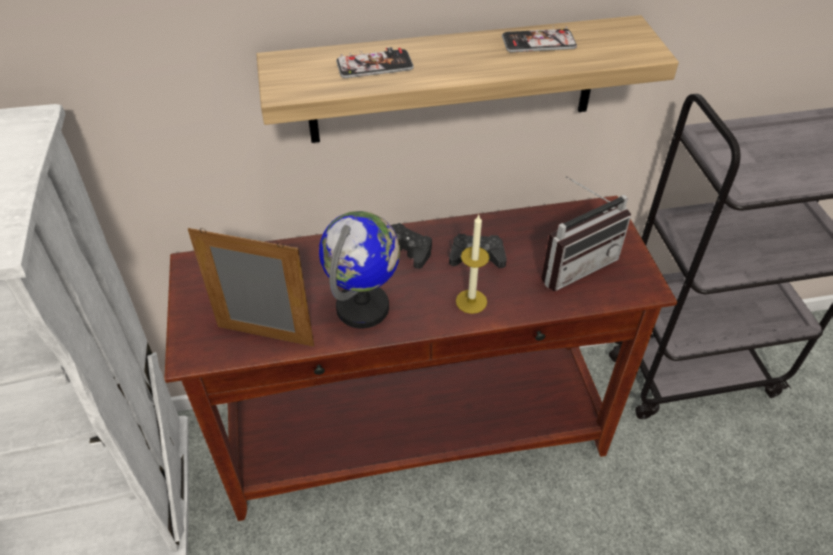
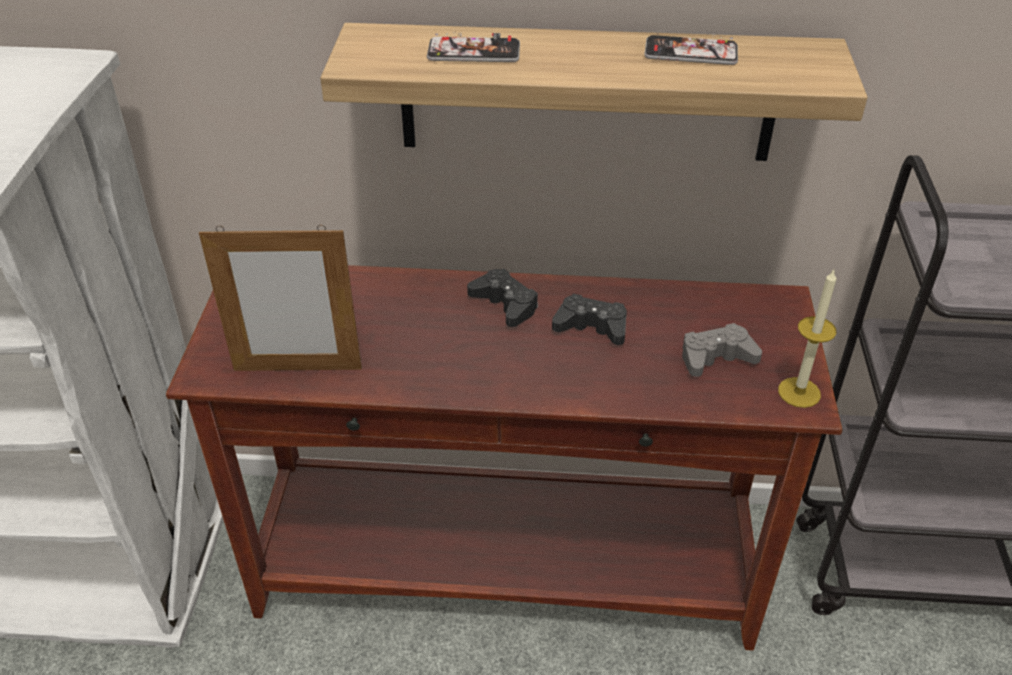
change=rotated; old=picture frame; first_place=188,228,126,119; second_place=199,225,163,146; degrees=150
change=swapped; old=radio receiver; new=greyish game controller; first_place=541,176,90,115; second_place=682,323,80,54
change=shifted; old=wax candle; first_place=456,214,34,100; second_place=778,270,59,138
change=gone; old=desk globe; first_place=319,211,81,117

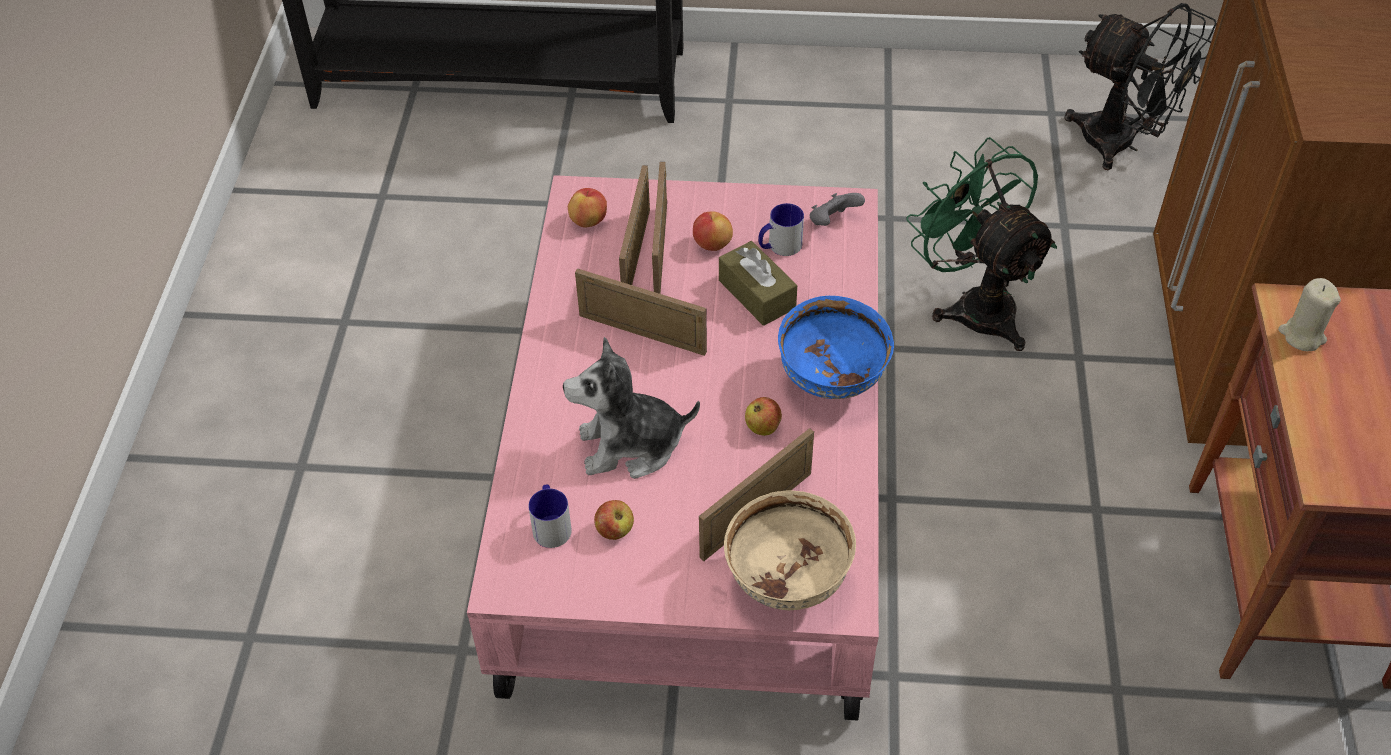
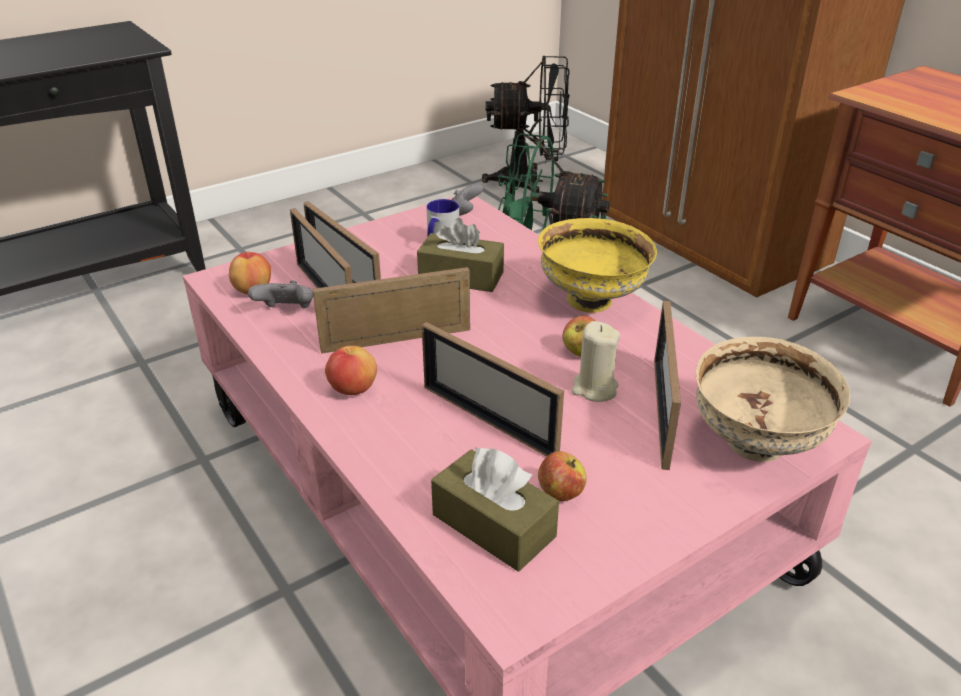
change=new; new=greyish game controller; second_place=248,280,65,28
change=shifted; old=apple fruit; first_place=693,211,40,40; second_place=325,346,52,49
change=swapped; old=soft toy; new=picture frame; first_place=563,337,137,142; second_place=422,322,142,134
change=swapped; old=mug; new=brownish box of tissues; first_place=528,485,44,63; second_place=431,447,128,125
change=repainted; old=blue bowl; new=yellowish bowl; first_place=778,296,116,103; second_place=538,218,119,95
change=shifted; old=beige-coloured wax candle; first_place=1278,278,63,73; second_place=571,321,49,81

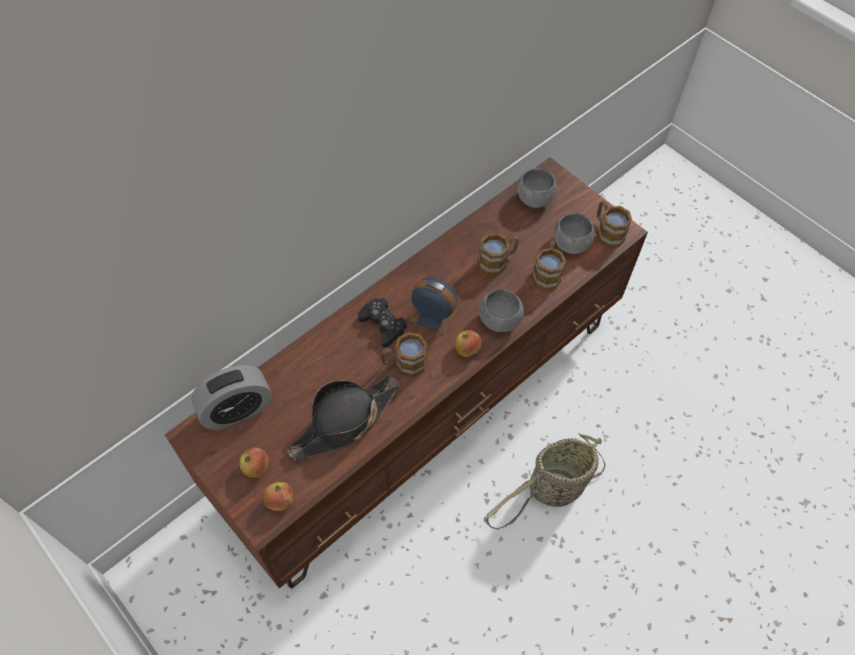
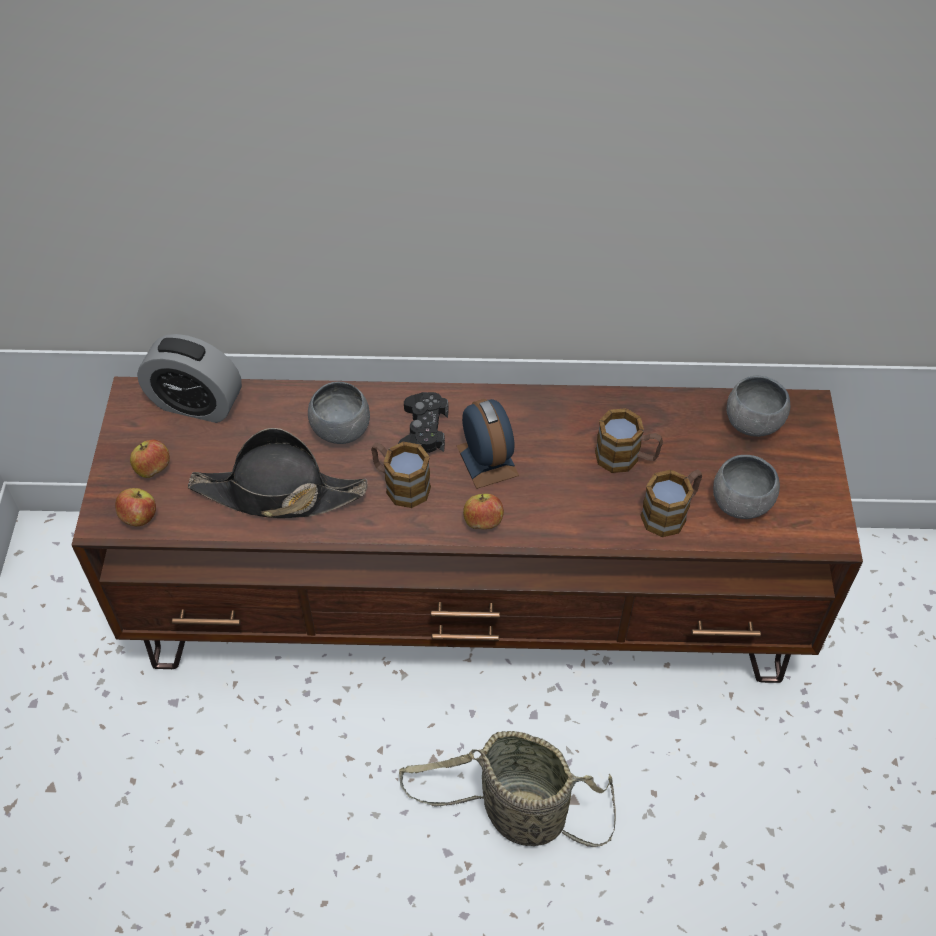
change=shifted; old=greyish bowl; first_place=479,289,45,43; second_place=308,382,62,62
change=gone; old=mug; first_place=597,201,35,47

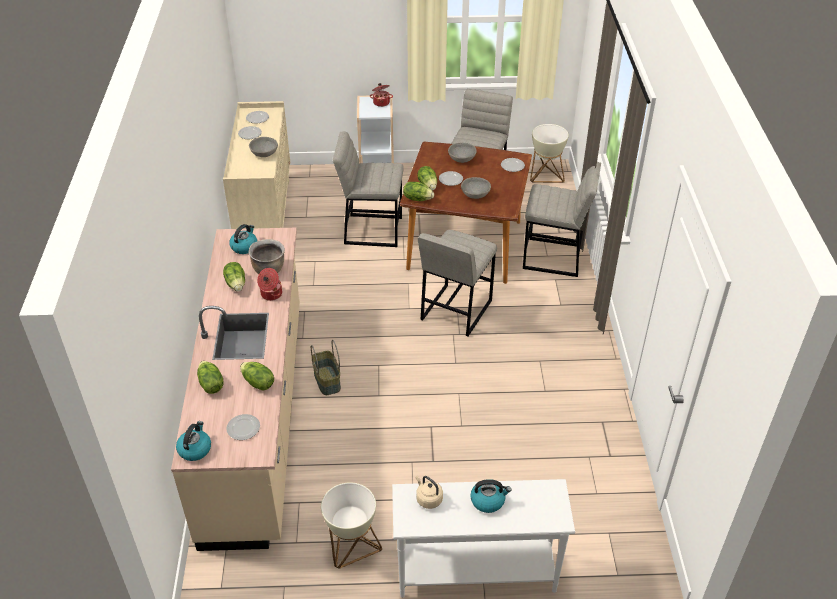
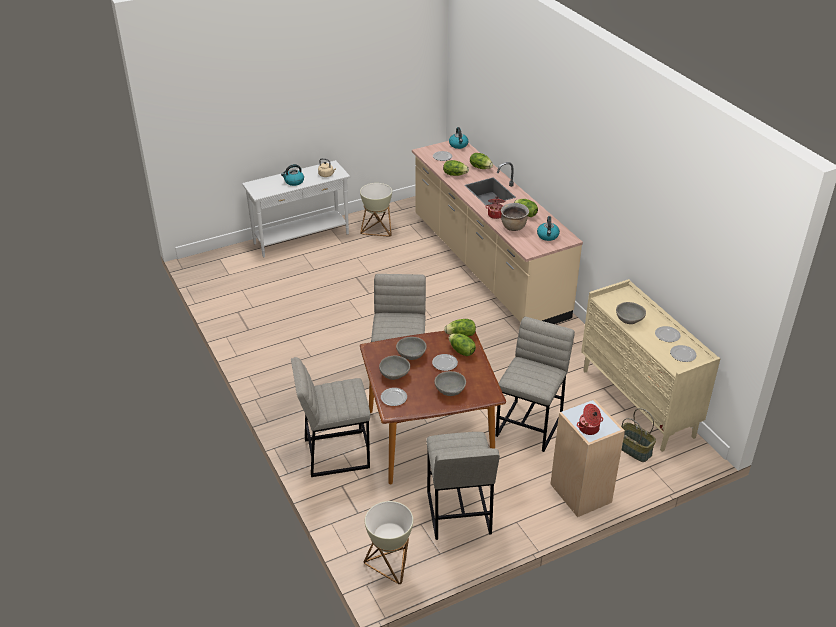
change=new; new=greyish bowl; second_place=379,356,31,24
change=rotated; old=greyish plain chair; first_place=333,131,71,116; second_place=496,317,79,135; degrees=-45
change=shifted; old=household basket; first_place=311,340,30,55; second_place=621,408,35,54

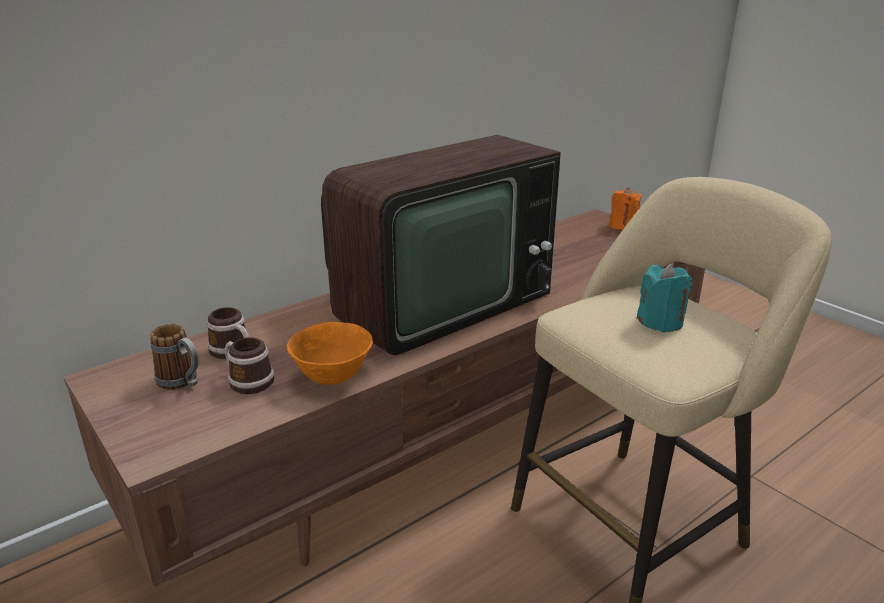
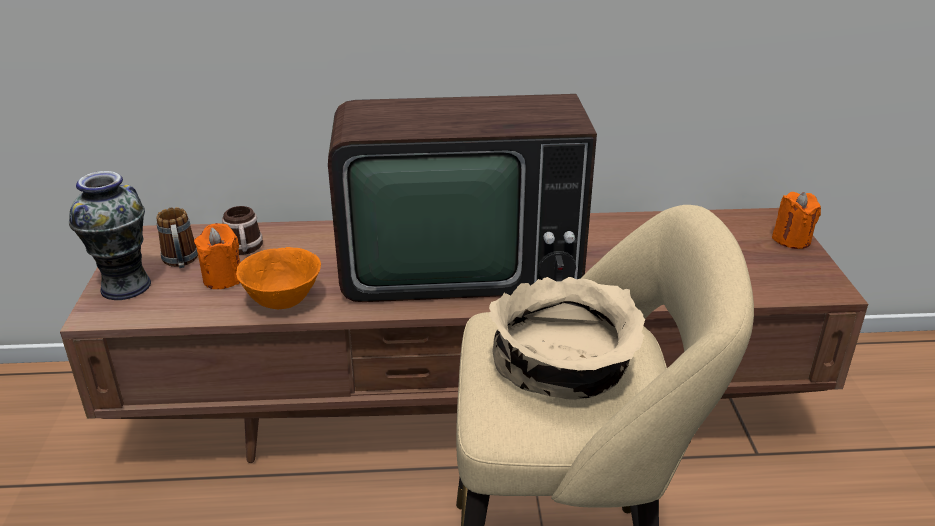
change=new; new=decorative vase; second_place=69,171,82,129
change=swapped; old=mug; new=orange-coloured wax candle; first_place=225,337,49,57; second_place=194,223,46,66
change=swapped; old=turquoise wax candle; new=beige-coloured bowl; first_place=637,263,56,69; second_place=489,277,156,123

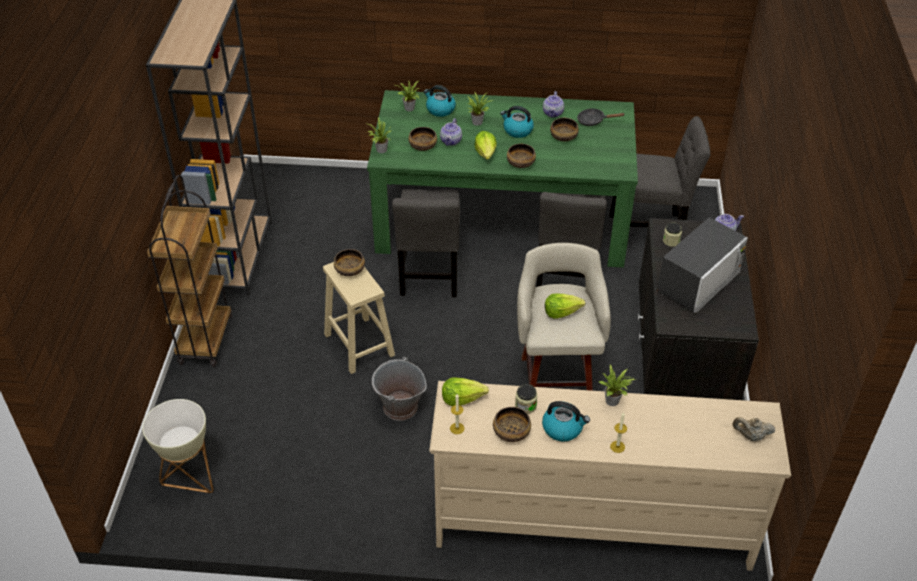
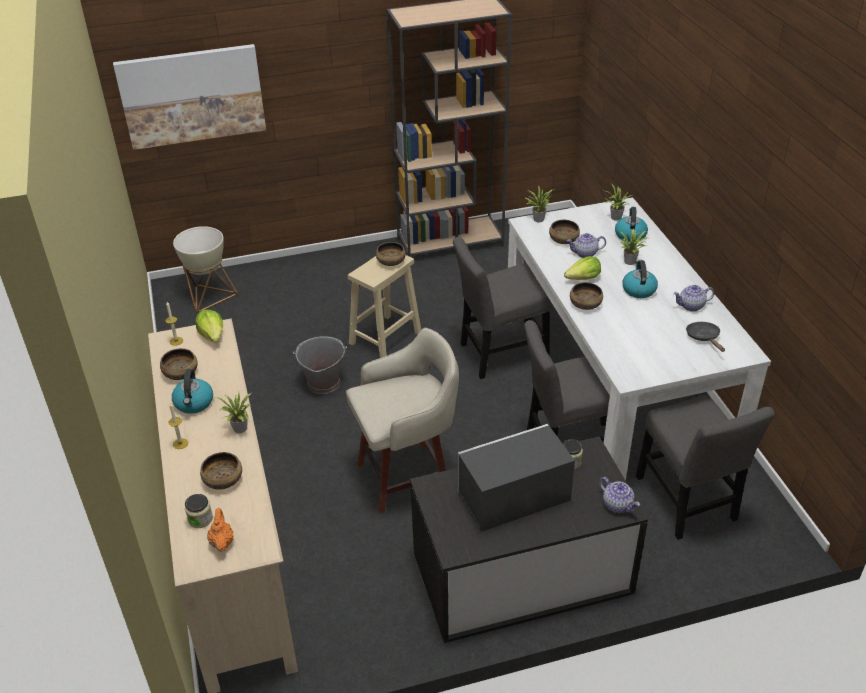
change=new; new=wall picture; second_place=113,44,153,106
change=shifted; old=jar; first_place=515,384,22,30; second_place=185,494,28,34
change=shifted; old=bowl; first_place=550,118,29,23; second_place=200,452,42,38
change=repainted; old=beige-coloured pot for tea; new=orange-coloured pot for tea; first_place=733,417,42,24; second_place=207,508,27,44
change=rotated; old=kitchen microwave; first_place=657,217,91,96; second_place=458,424,117,108; degrees=135
change=repainted; old=greenish dinner table; new=white dinner table; first_place=367,90,271,178; second_place=508,197,263,283
change=gone; old=brownish trolley; first_place=147,175,86,192
change=gone; old=lettuce; first_place=545,294,40,25

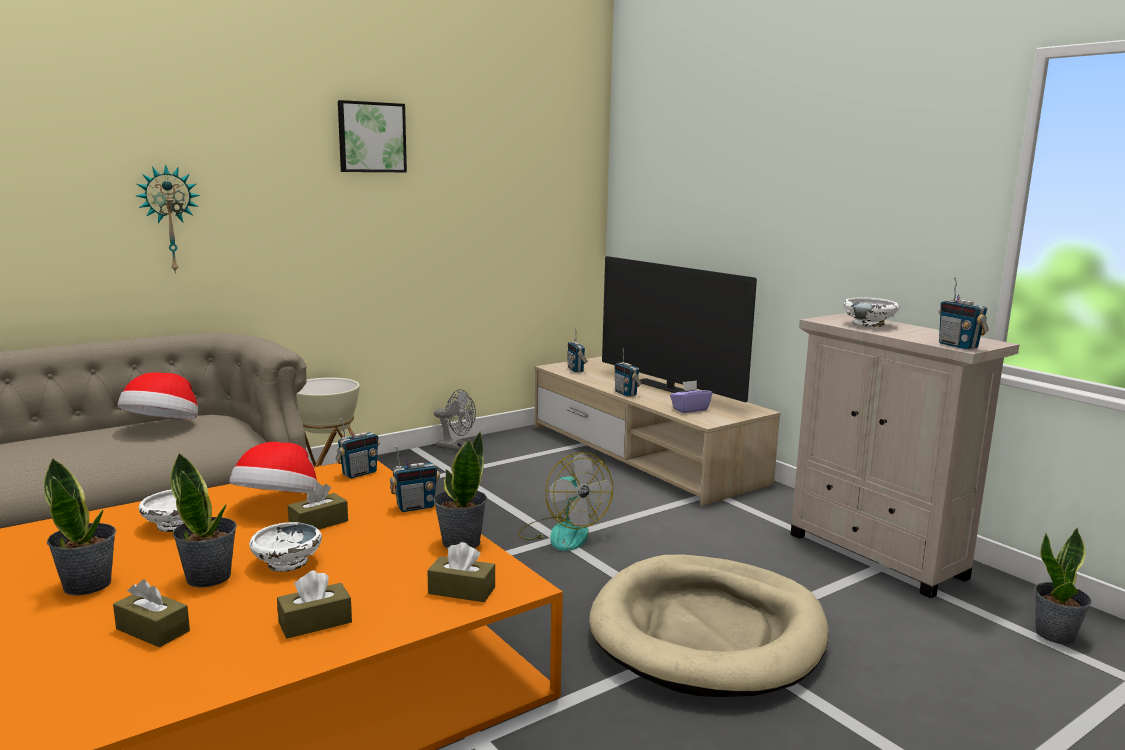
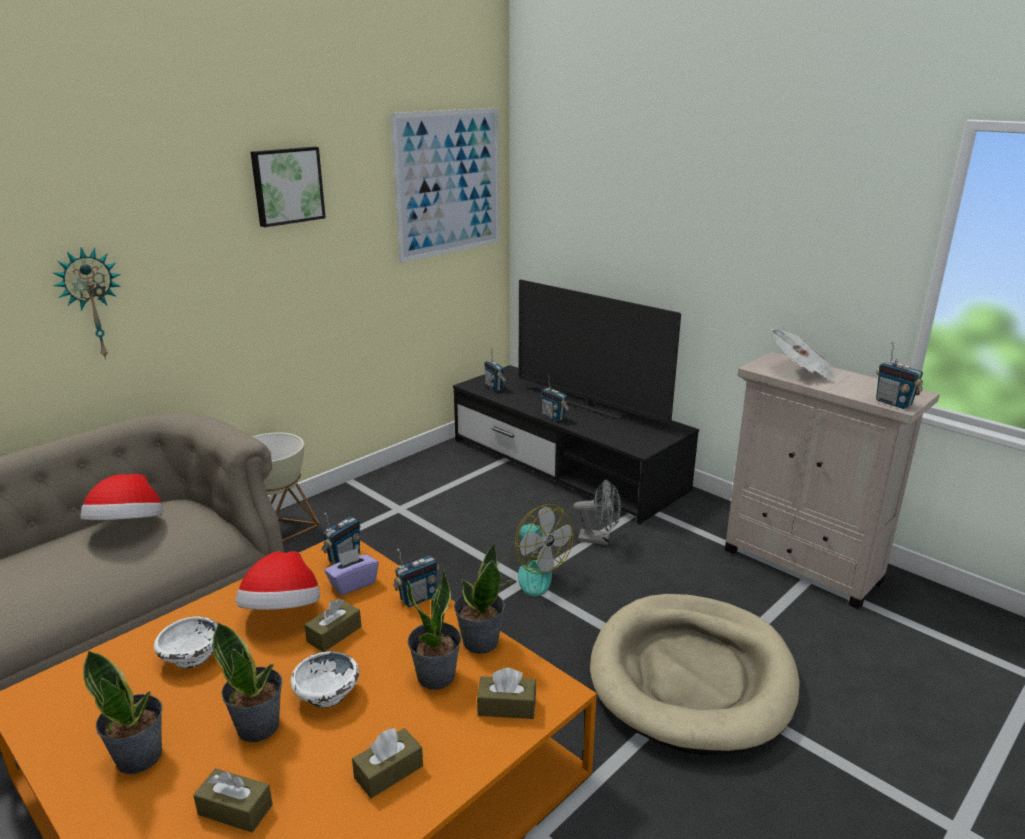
change=shifted; old=purple box of tissues; first_place=670,380,42,33; second_place=324,548,55,47
change=new; new=wall picture; second_place=390,108,110,155
change=shifted; old=potted plant; first_place=1034,527,58,117; second_place=407,569,54,121
change=repainted; old=beige-coloured tv unit; new=blackish tv unit; first_place=534,356,246,150; second_place=453,365,246,159
change=shifted; old=greyish electric fan; first_place=434,389,42,61; second_place=573,479,48,66
change=swapped; old=white bowl; new=newspaper; first_place=843,298,56,29; second_place=771,328,66,53

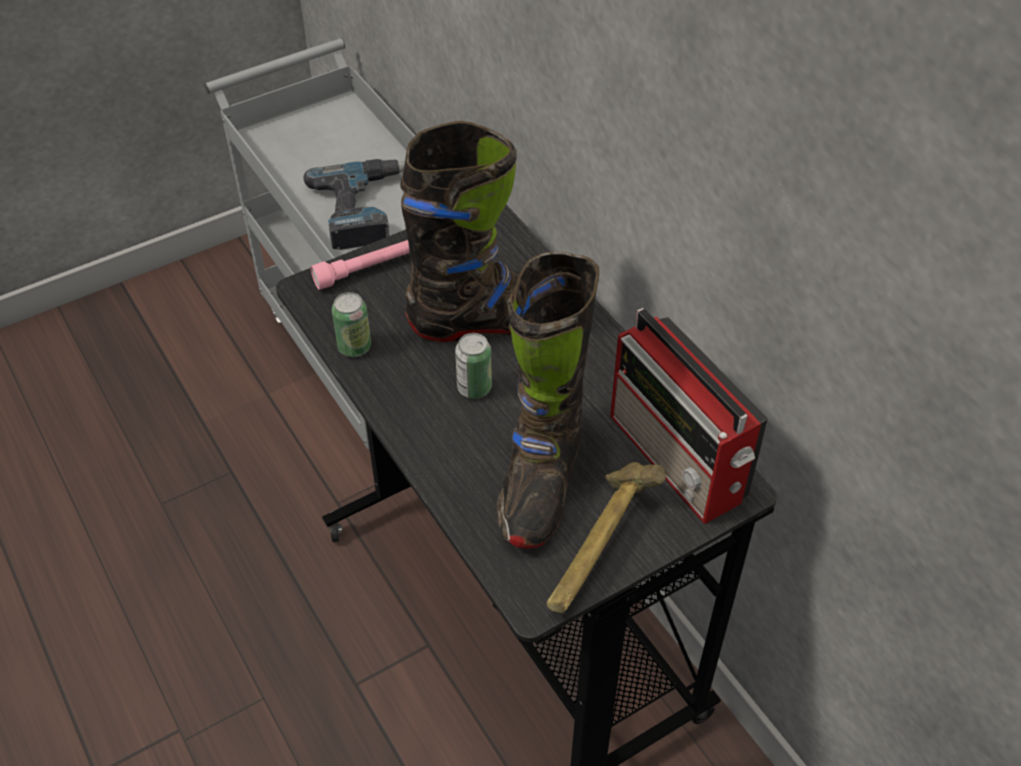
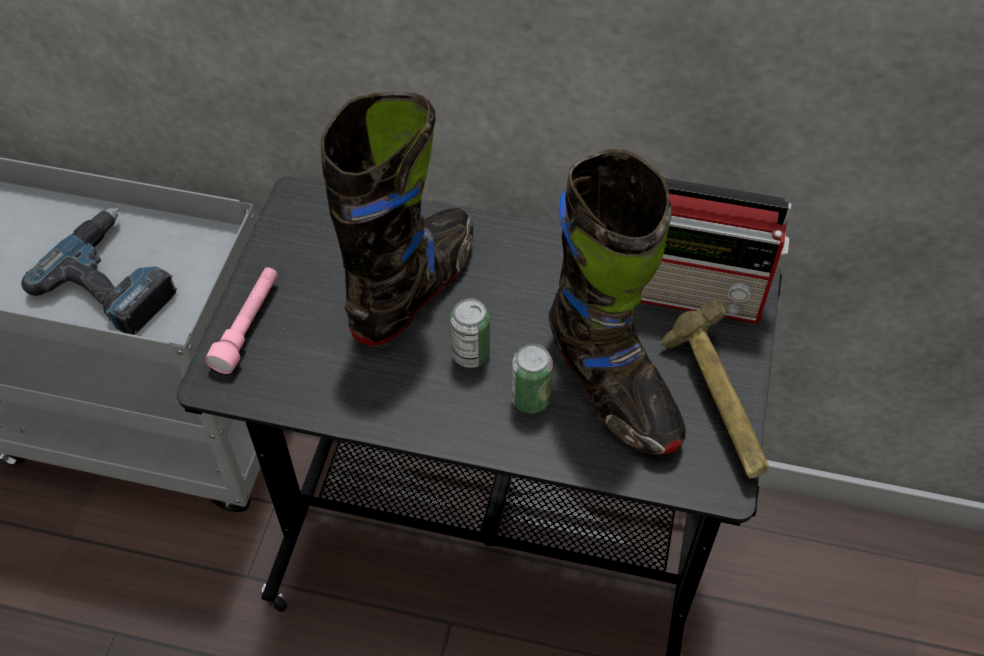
change=shifted; old=metal can; first_place=332,292,39,65; second_place=511,343,42,70

